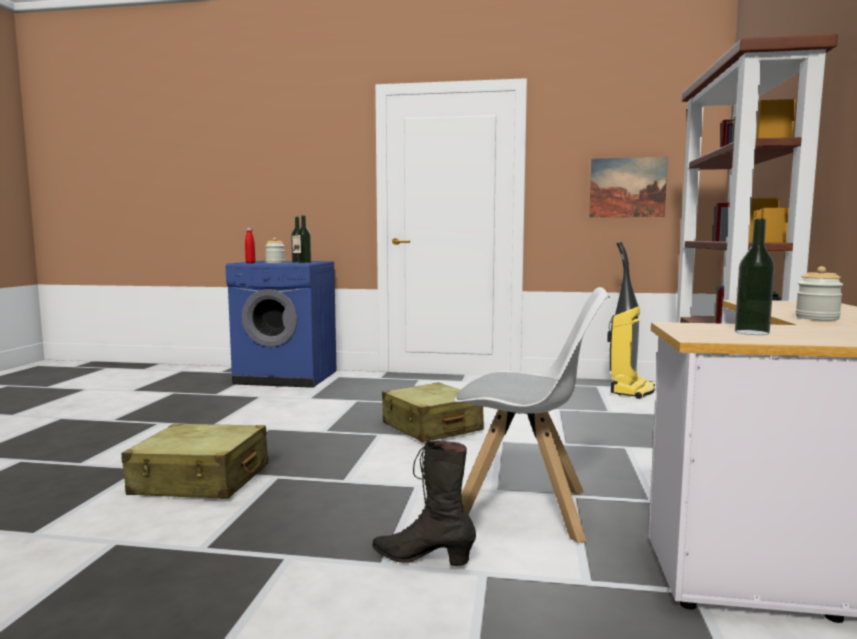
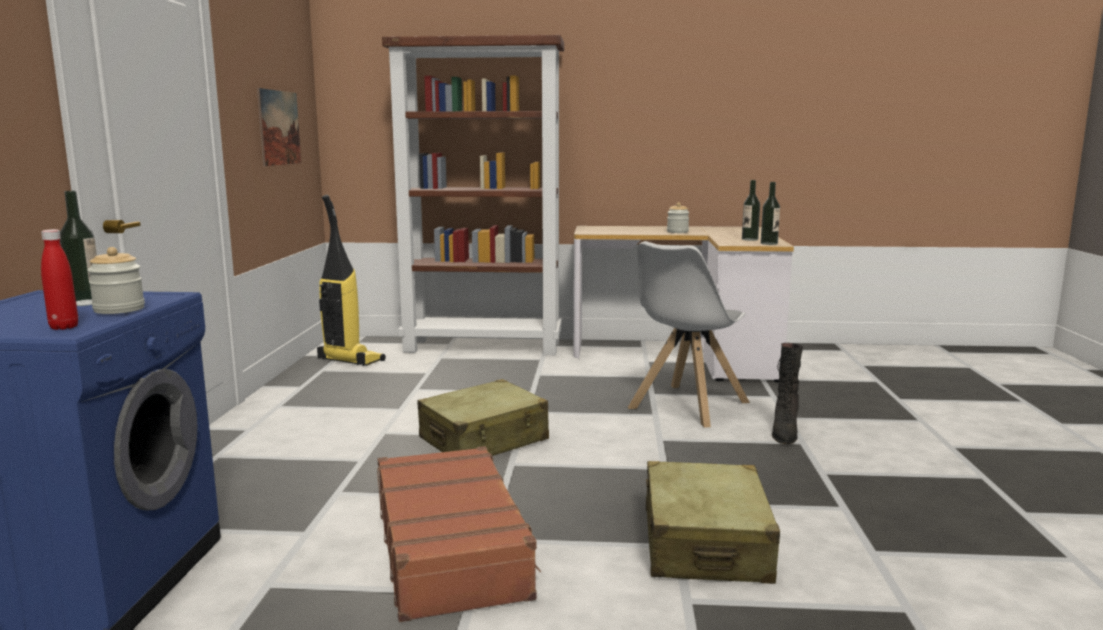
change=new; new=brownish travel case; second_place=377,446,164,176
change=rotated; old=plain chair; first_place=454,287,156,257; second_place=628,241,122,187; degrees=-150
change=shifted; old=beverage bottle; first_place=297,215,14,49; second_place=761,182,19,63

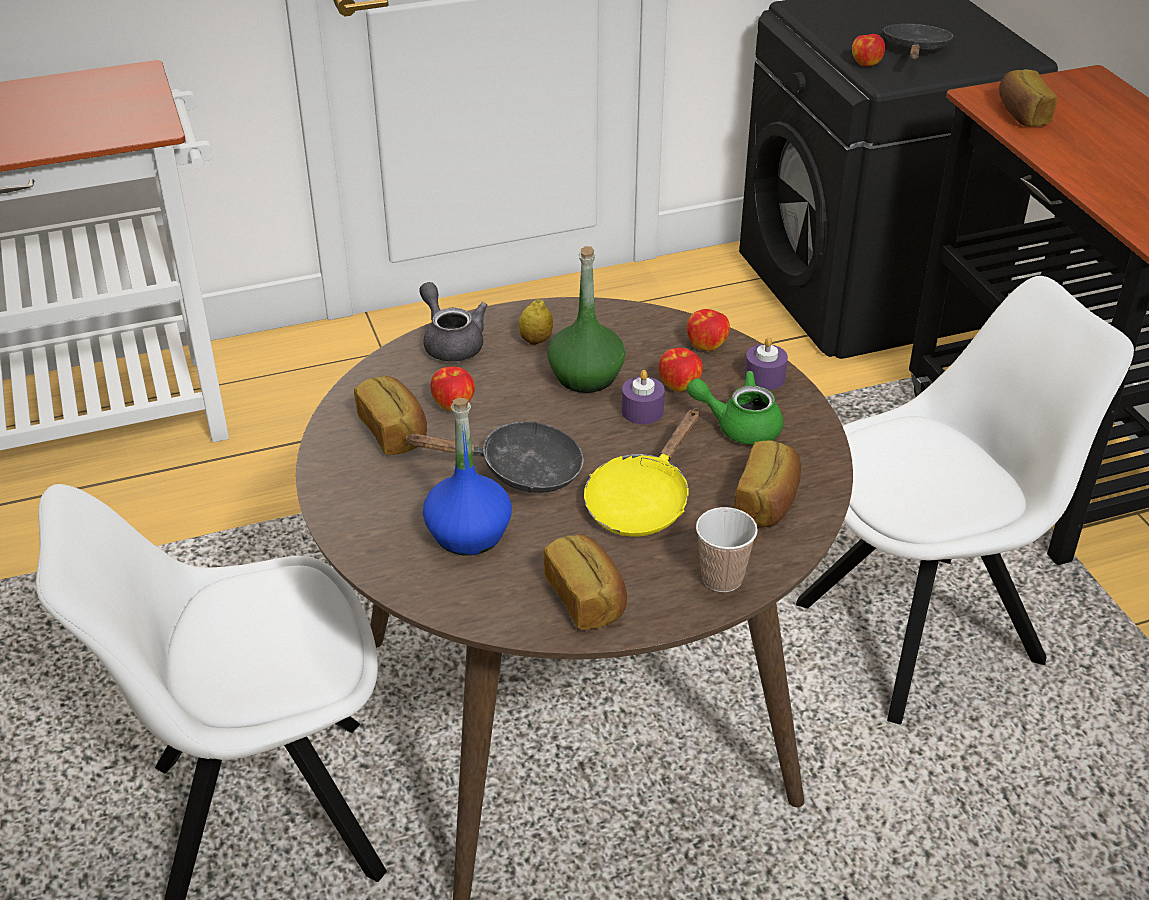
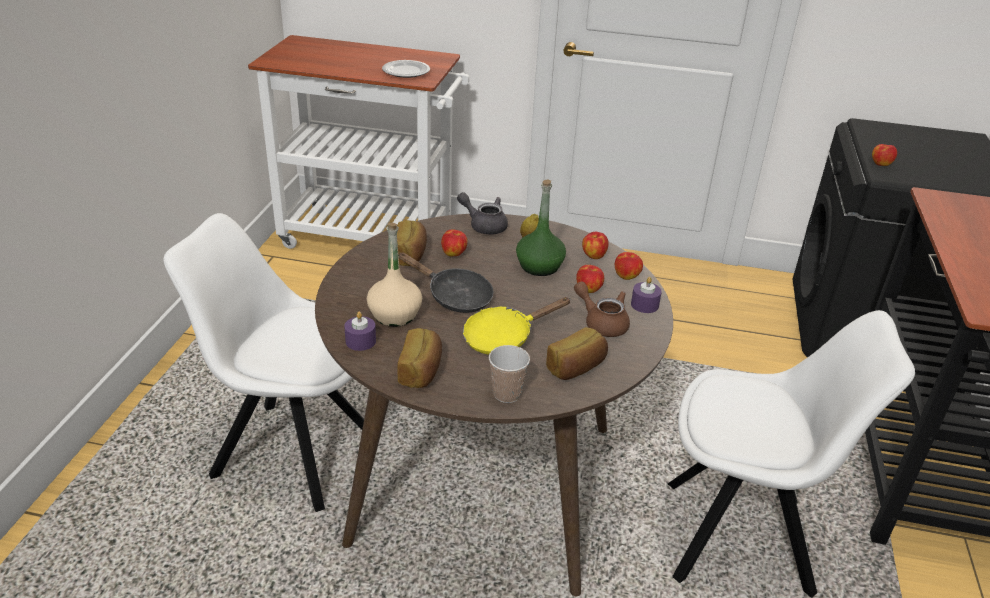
change=shifted; old=purple wax candle; first_place=622,370,43,54; second_place=344,311,32,40
change=repainted; old=blue beverage bottle; new=beige-coloured beverage bottle; first_place=423,398,89,157; second_place=367,223,55,104
change=new; new=dinner plate; second_place=382,60,48,18
change=rotated; old=greyish pot for tea; first_place=419,282,69,80; second_place=457,192,51,43; degrees=-60
change=repainted; old=greenish pot for tea; new=brownish pot for tea; first_place=687,371,96,74; second_place=574,281,56,56
change=new; new=apple fruit; second_place=582,232,26,27
change=gone; old=blackish skillet; first_place=882,24,73,35
change=gone; old=bread; first_place=999,69,58,58

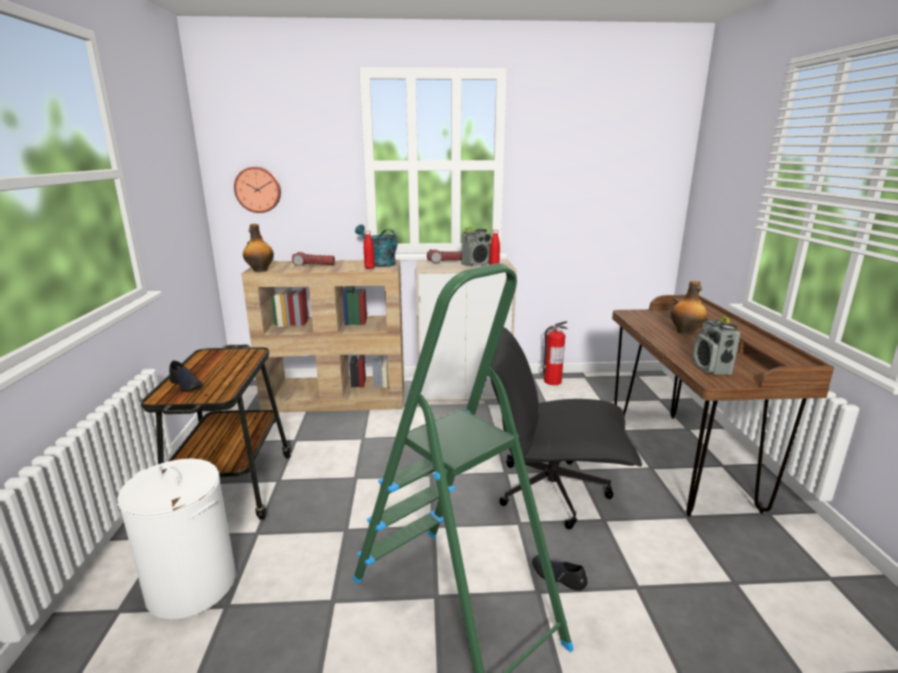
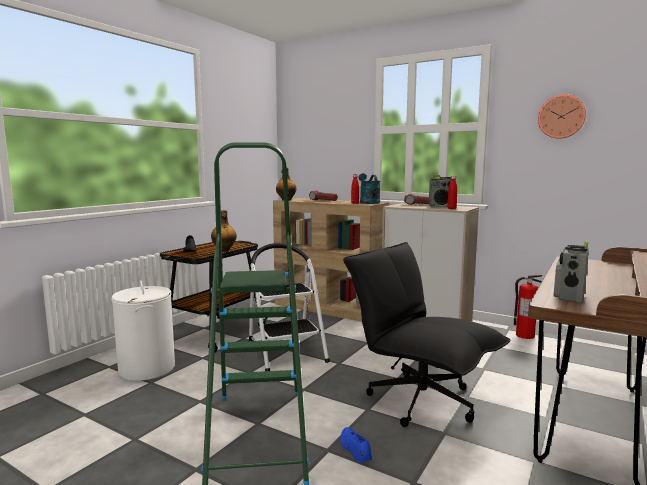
change=shifted; old=beverage bottle; first_place=671,281,36,54; second_place=211,210,26,41
change=new; new=stepladder; second_place=249,243,81,128
change=repainted; old=blackish item of footwear; new=blue item of footwear; first_place=532,556,55,35; second_place=340,427,32,36
change=shifted; old=wall clock; first_place=234,167,47,46; second_place=538,94,48,45

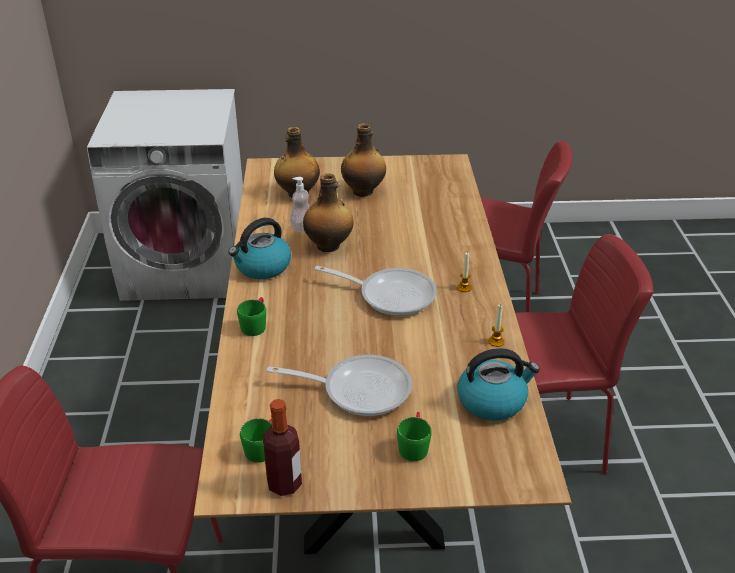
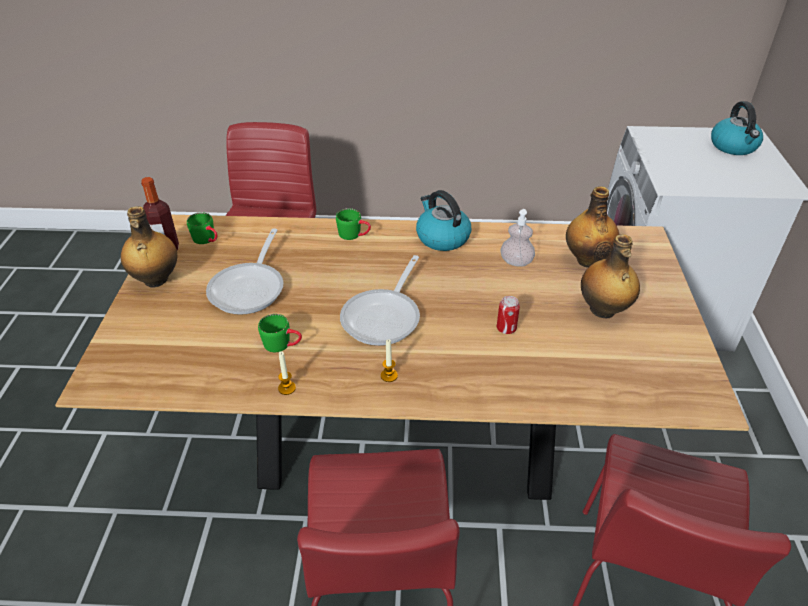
change=shifted; old=beverage bottle; first_place=303,173,51,79; second_place=121,206,56,82
change=shifted; old=greenish mug; first_place=397,412,35,49; second_place=258,314,44,38
change=new; new=metal can; second_place=497,296,23,38
change=shifted; old=water kettle; first_place=457,348,83,73; second_place=711,101,52,54

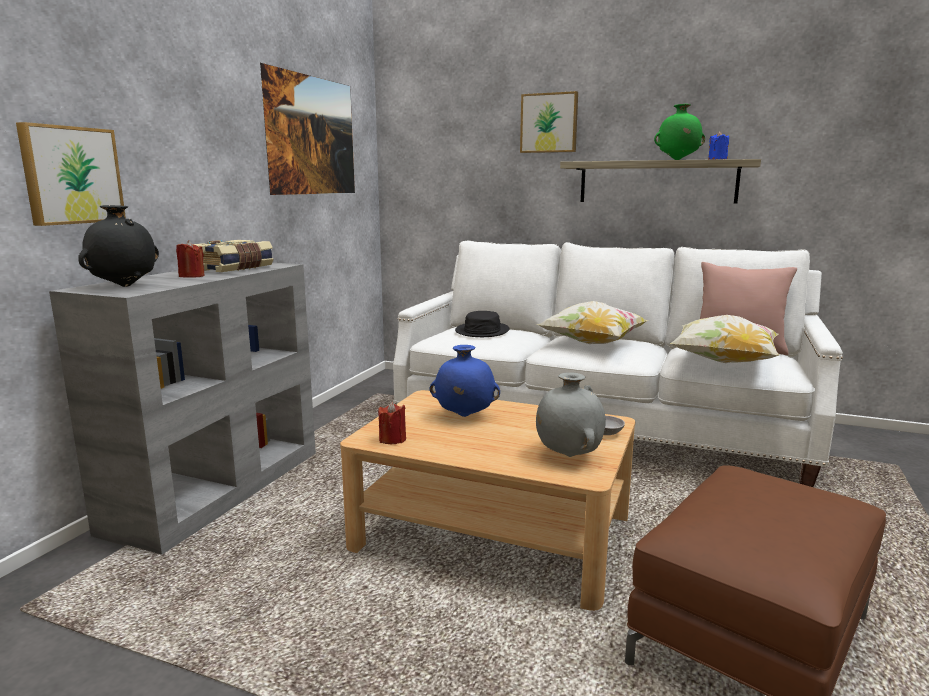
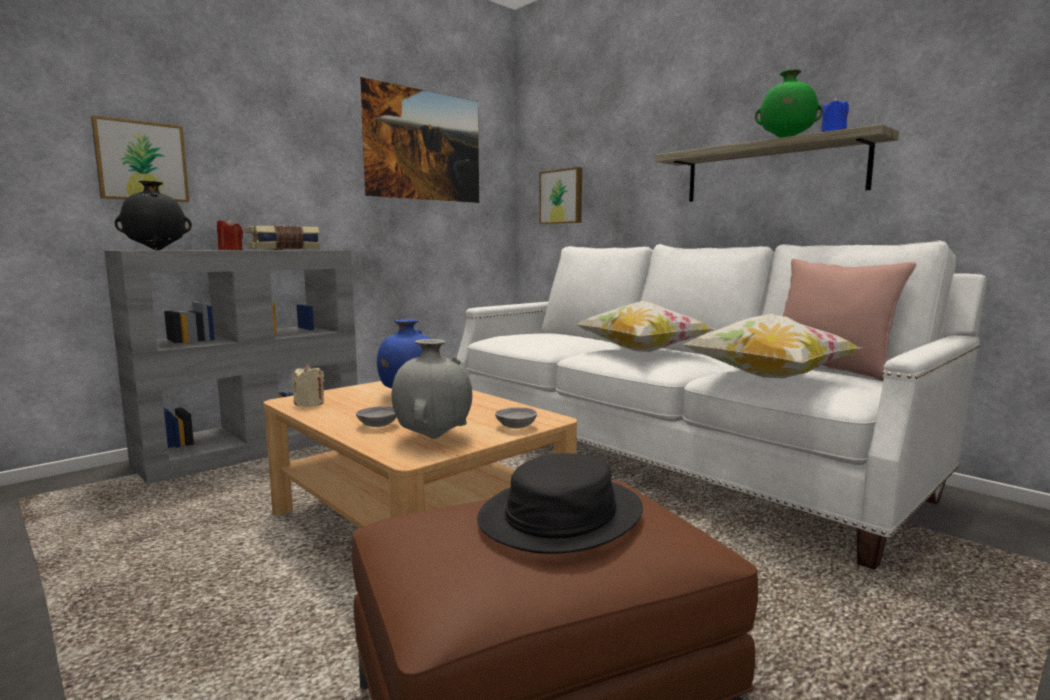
change=repainted; old=red wax candle; new=beige-coloured wax candle; first_place=378,402,28,42; second_place=292,364,32,43
change=new; new=greyish bowl; second_place=356,406,40,21
change=shifted; old=blackish hat; first_place=455,311,55,26; second_place=477,453,166,101
change=shifted; old=wall picture; first_place=520,91,58,62; second_place=539,167,43,57

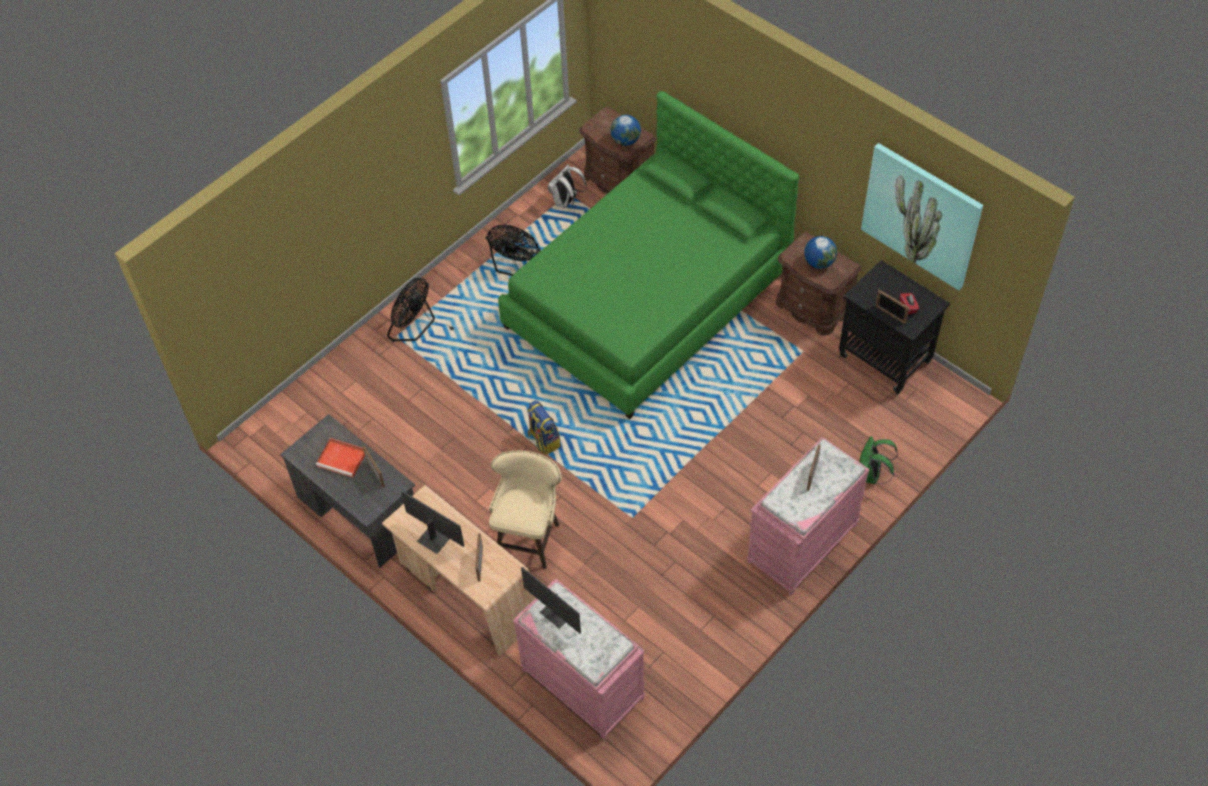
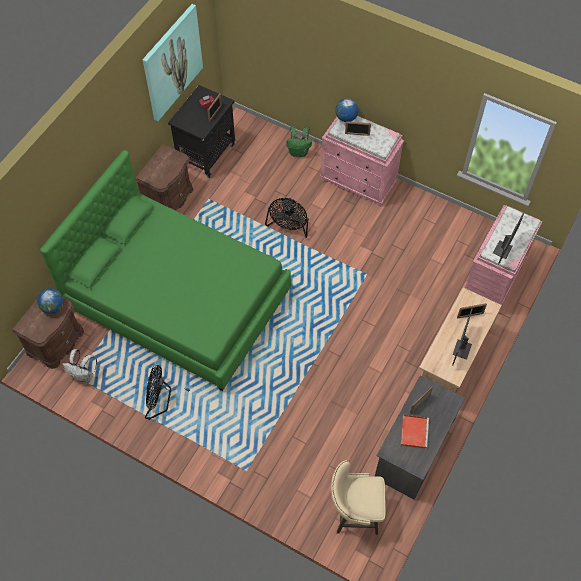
change=shifted; old=blackish electric fan; first_place=387,278,67,64; second_place=265,198,44,40
change=shifted; old=beige-coloured sitting stool; first_place=489,450,73,119; second_place=331,460,55,75
change=shifted; old=desk globe; first_place=804,236,33,33; second_place=335,98,24,24
change=gone; old=knapsack; first_place=527,400,34,55

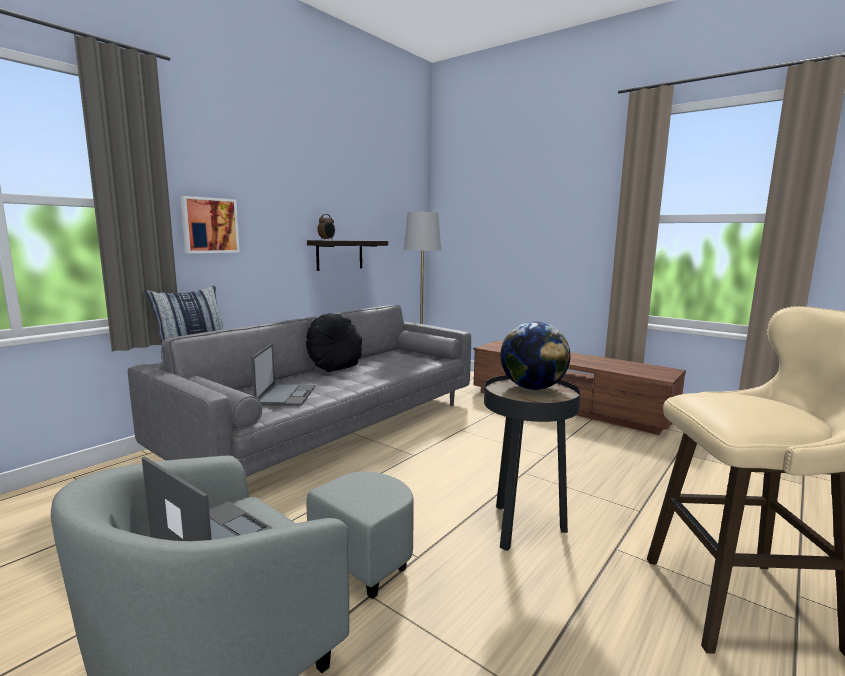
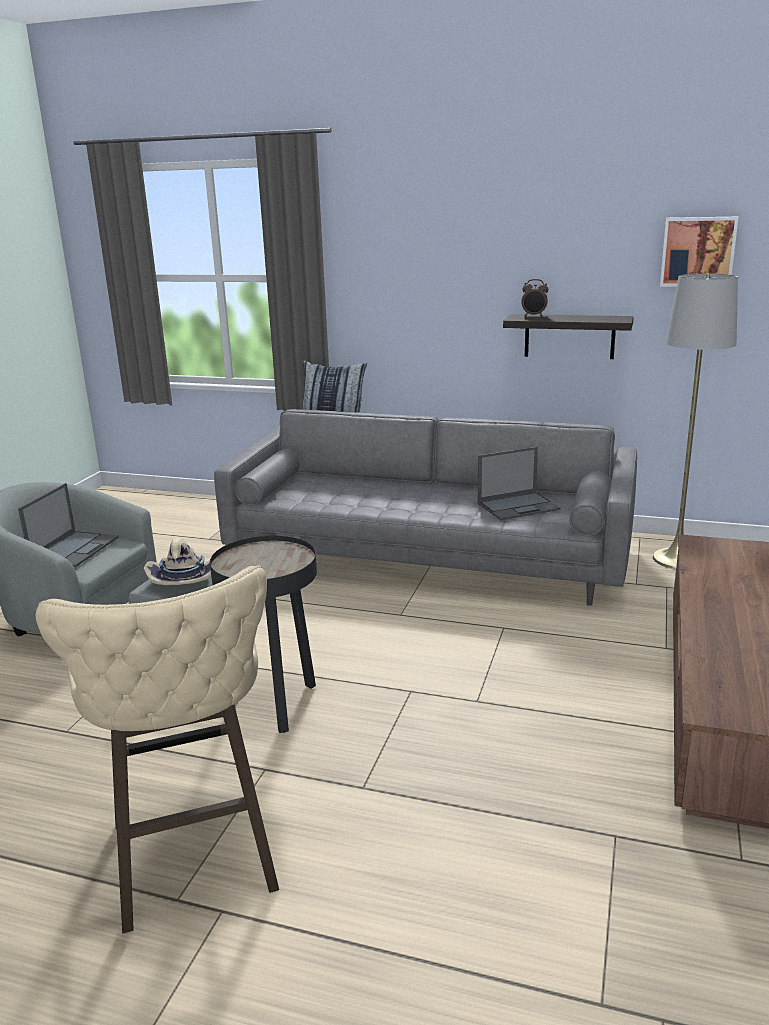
change=new; new=beige-coloured hat; second_place=144,538,67,47
change=shifted; old=notebook computer; first_place=251,343,64,63; second_place=478,446,83,74
change=shifted; old=wall picture; first_place=180,196,60,57; second_place=660,217,79,70
change=gone; old=blackish cushion; first_place=306,313,56,59
change=gone; old=desk globe; first_place=500,322,70,68

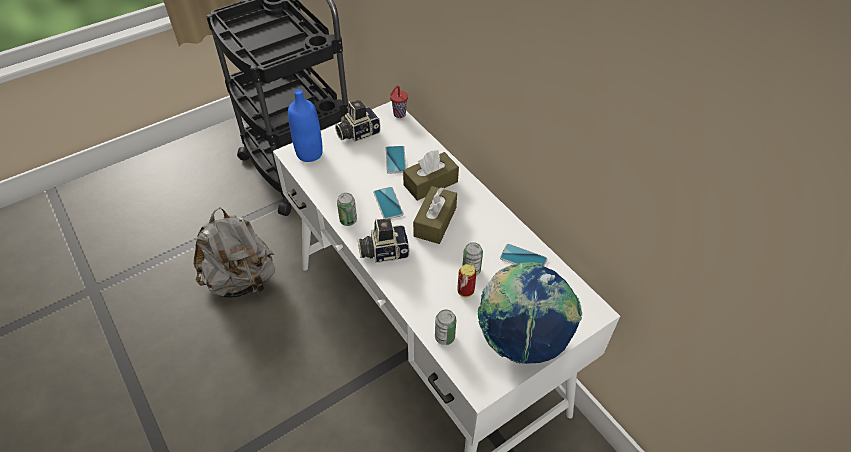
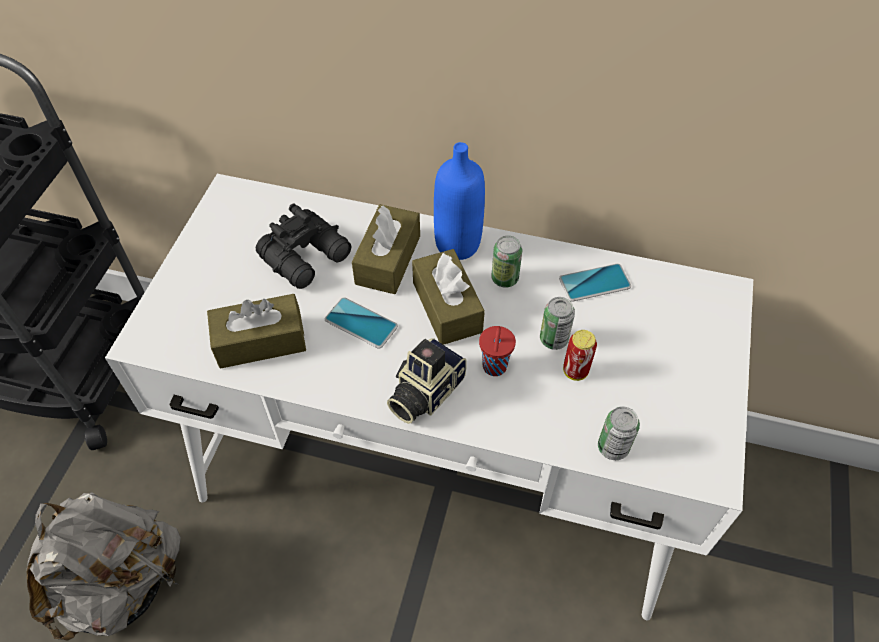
change=new; new=brownish box of tissues; second_place=207,294,99,75
change=swapped; old=handset; new=blackish binoculars; first_place=385,146,21,28; second_place=256,203,95,86
change=shifted; old=blue beverage bottle; first_place=288,89,35,73; second_place=434,142,51,118
change=shifted; old=red drinking cup; first_place=390,86,18,32; second_place=479,326,37,50
change=shifted; old=metal can; first_place=337,193,20,33; second_place=491,236,31,52
change=gone; old=still camera; first_place=335,100,46,42
change=gone; old=desk globe; first_place=478,262,104,102

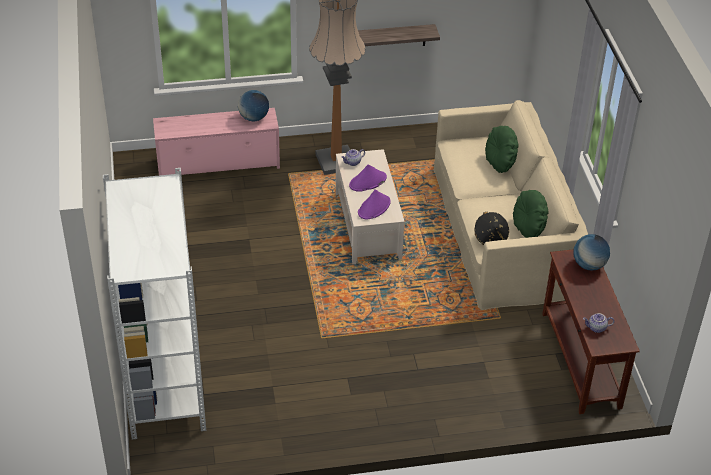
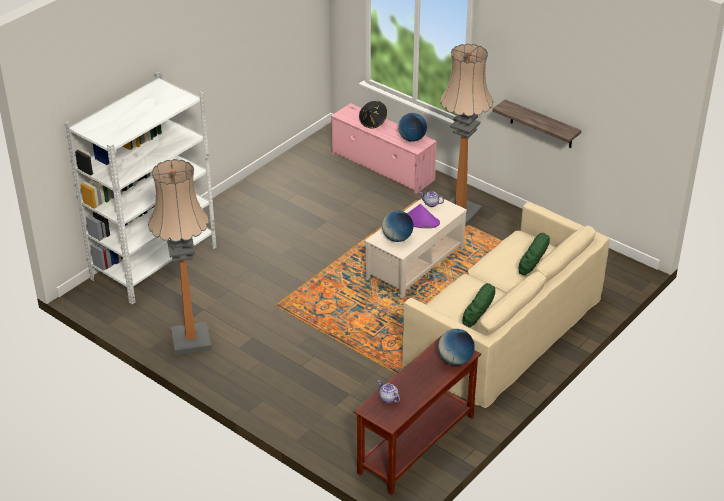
change=new; new=standing lamp; second_place=148,159,63,196
change=shifted; old=blackish hat; first_place=474,212,35,33; second_place=359,101,28,28
change=swapped; old=purple hat; new=desk globe; first_place=358,189,33,31; second_place=382,210,31,32

